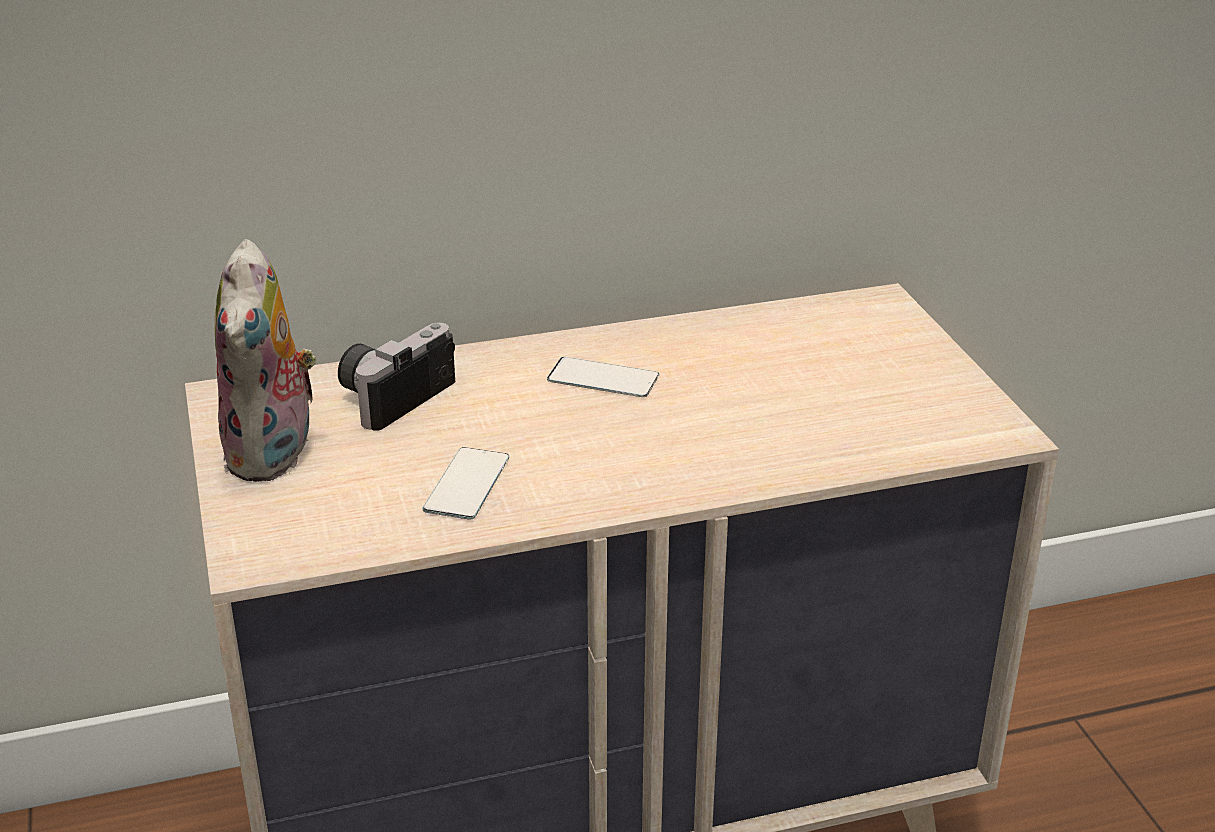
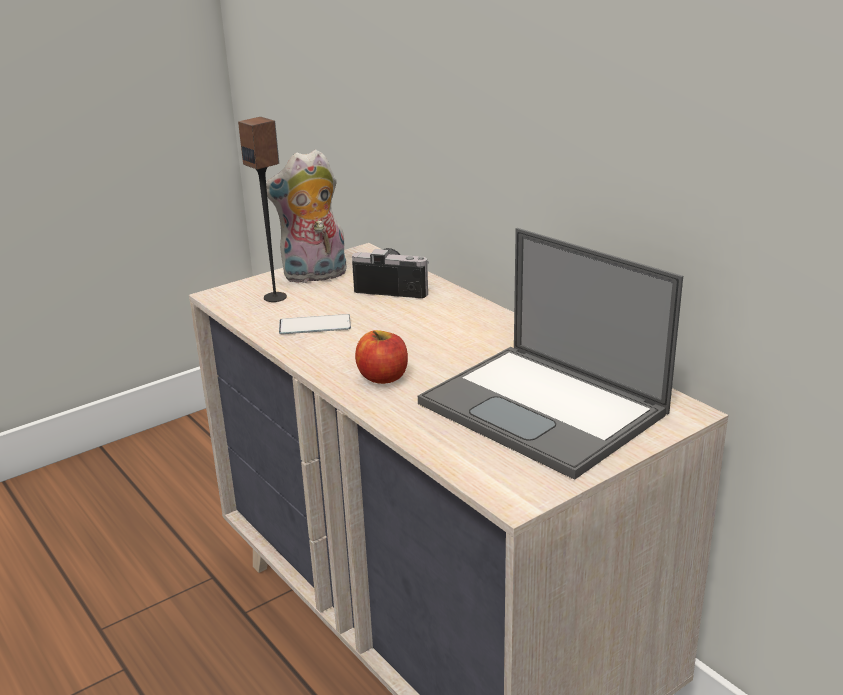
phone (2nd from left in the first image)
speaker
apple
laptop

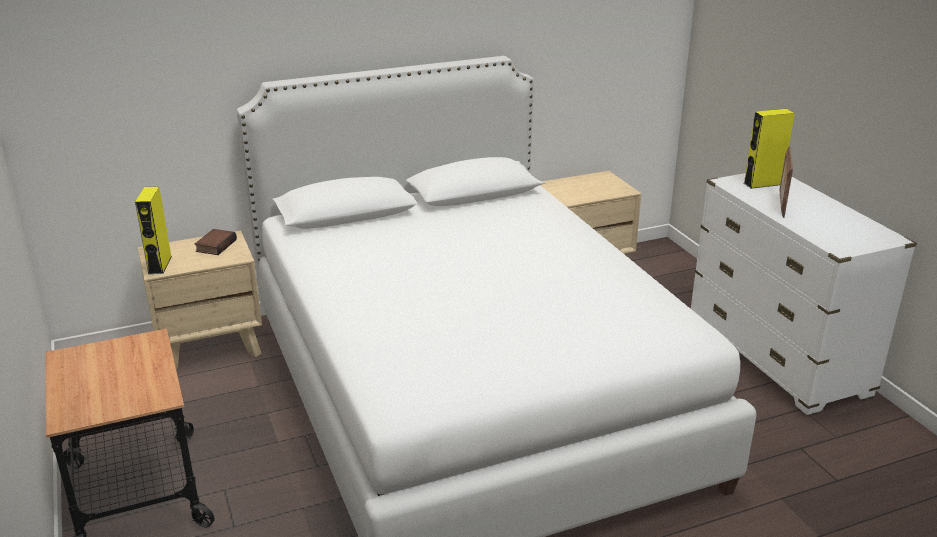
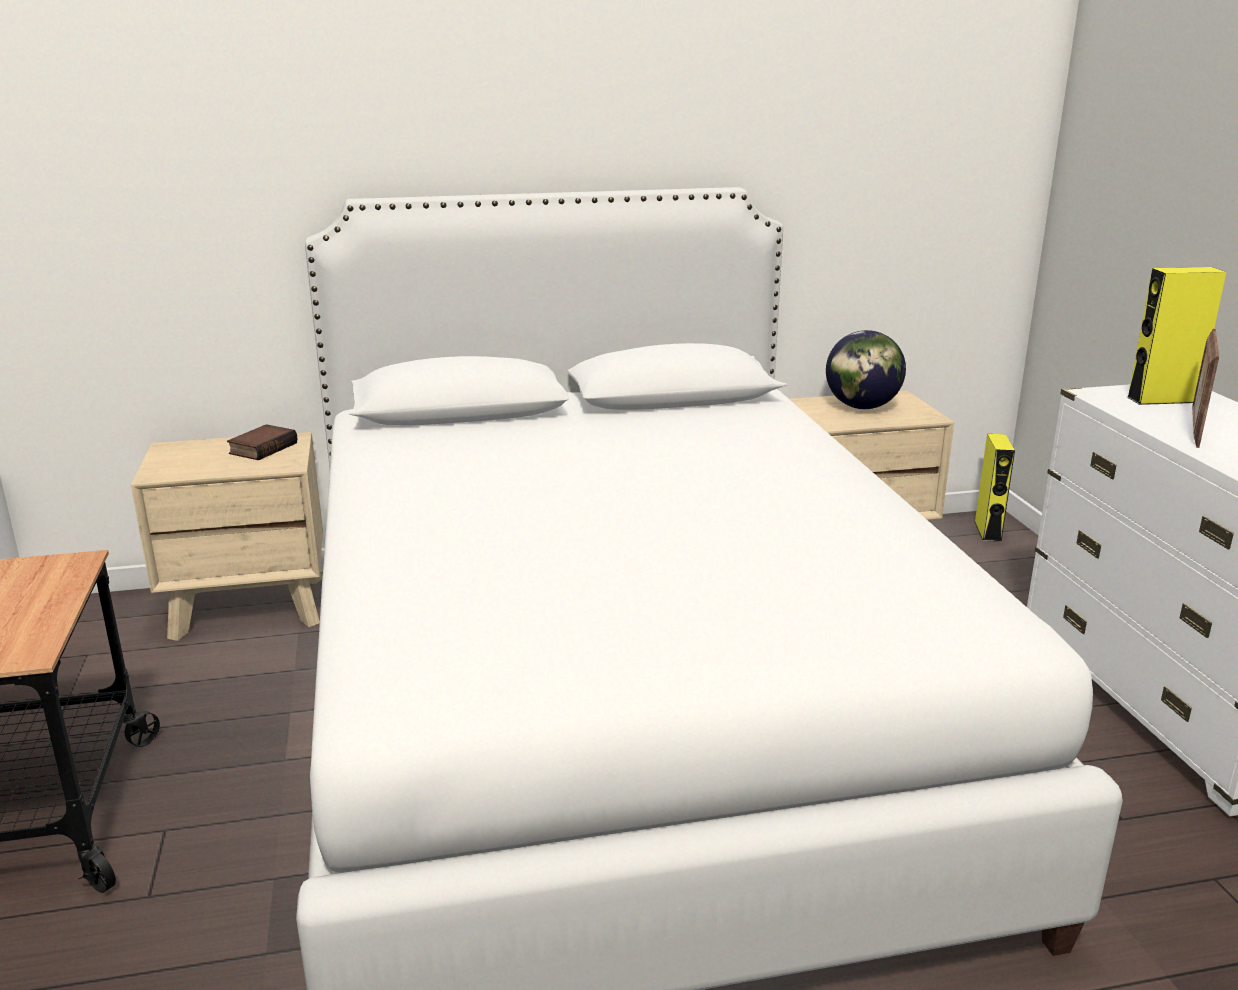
globe
yellow speaker (1st from left)

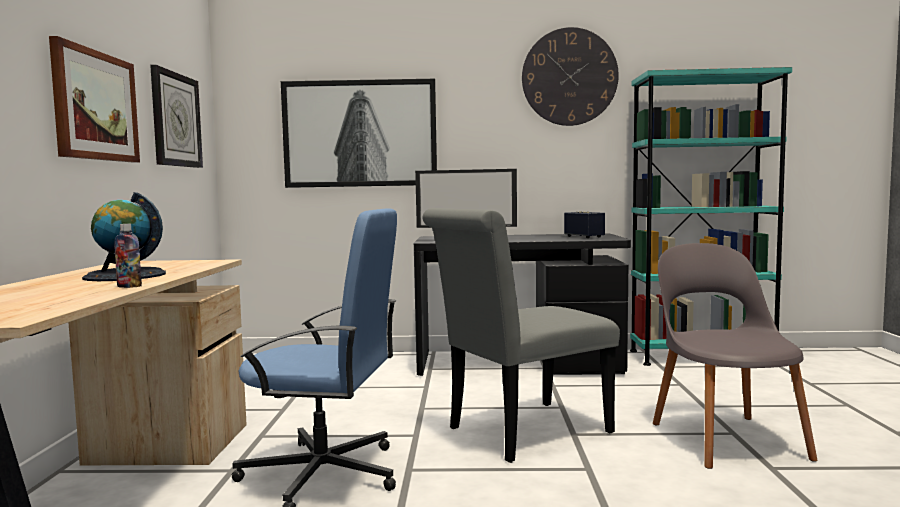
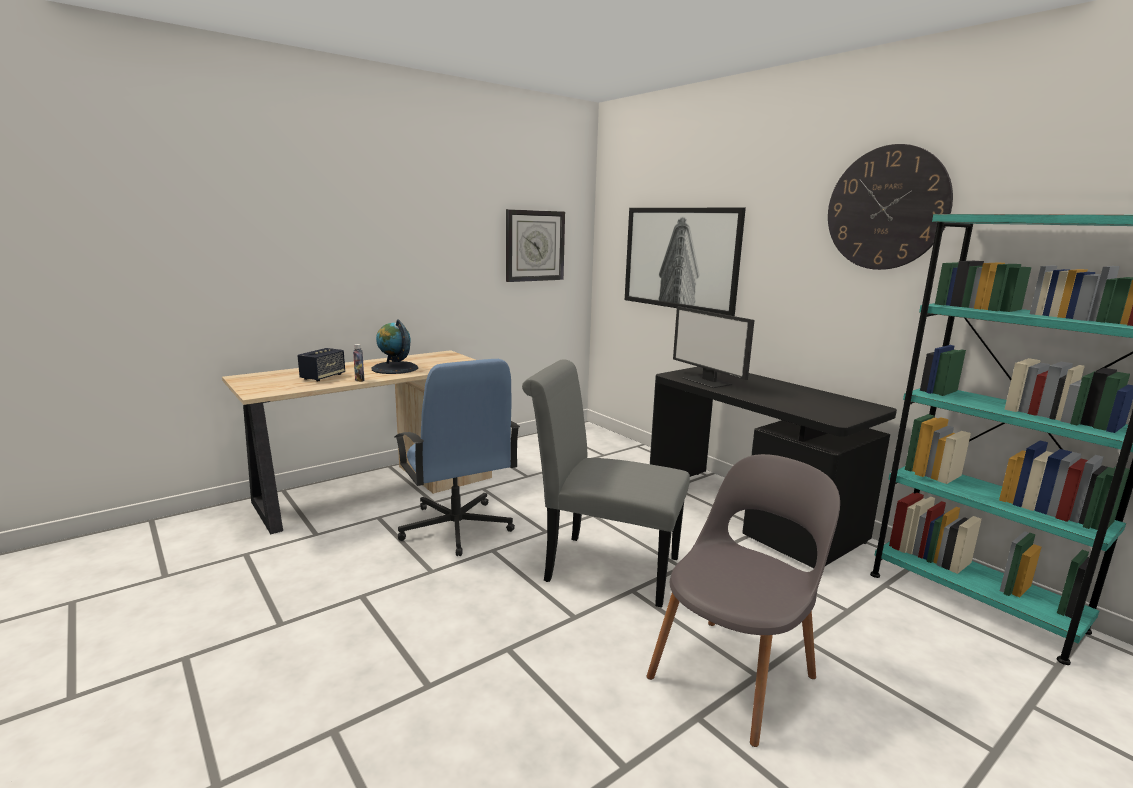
picture (1st from left in the first image)
speaker

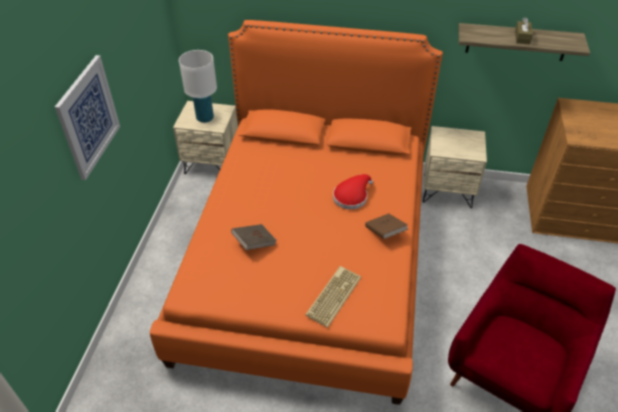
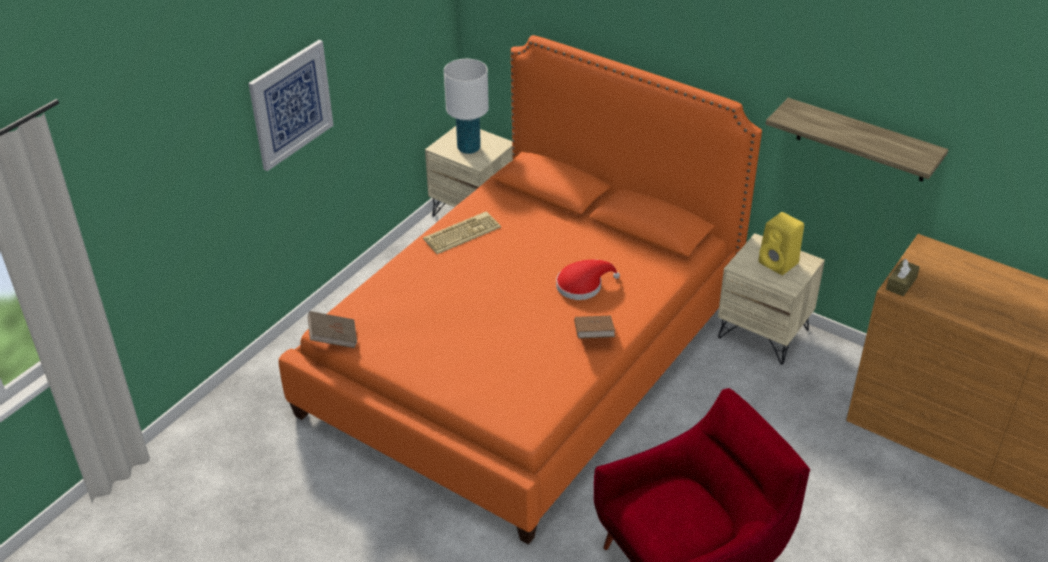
yellow speaker
brown book (1st from left)
keyboard
brown tissue box

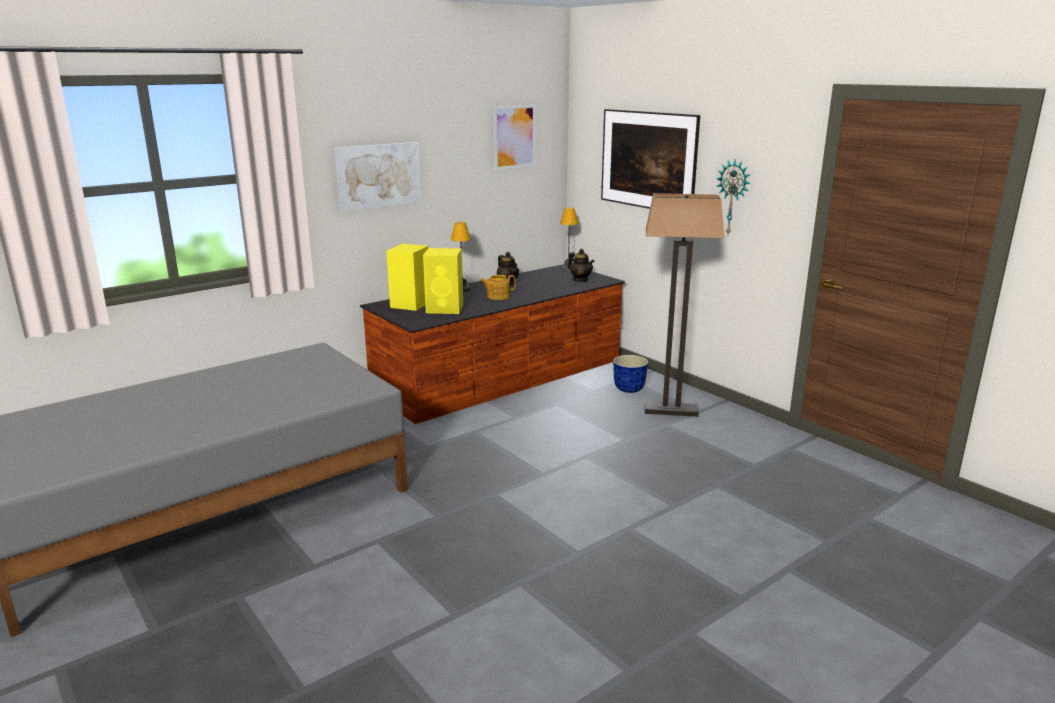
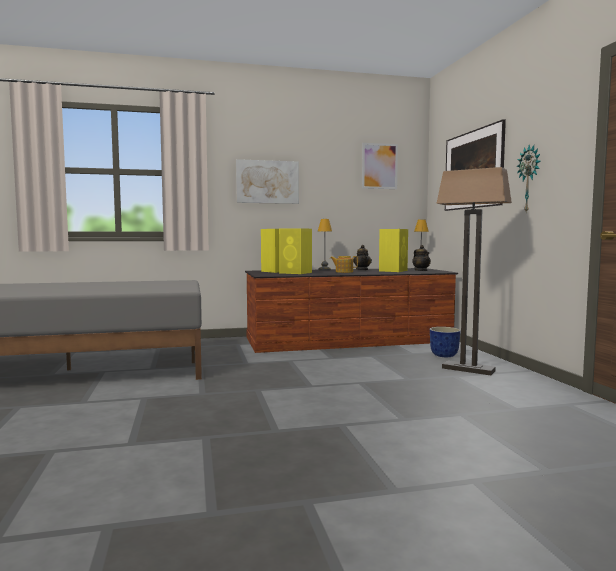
yellow speaker (3rd from left)

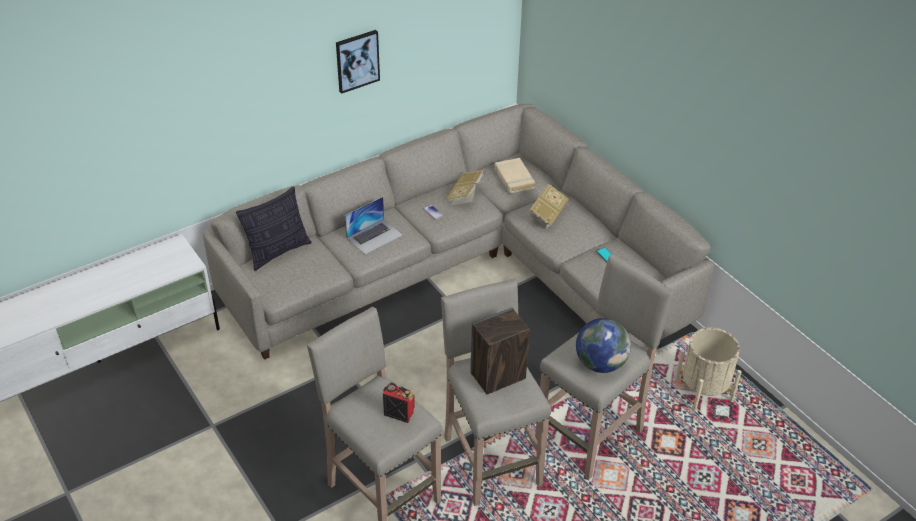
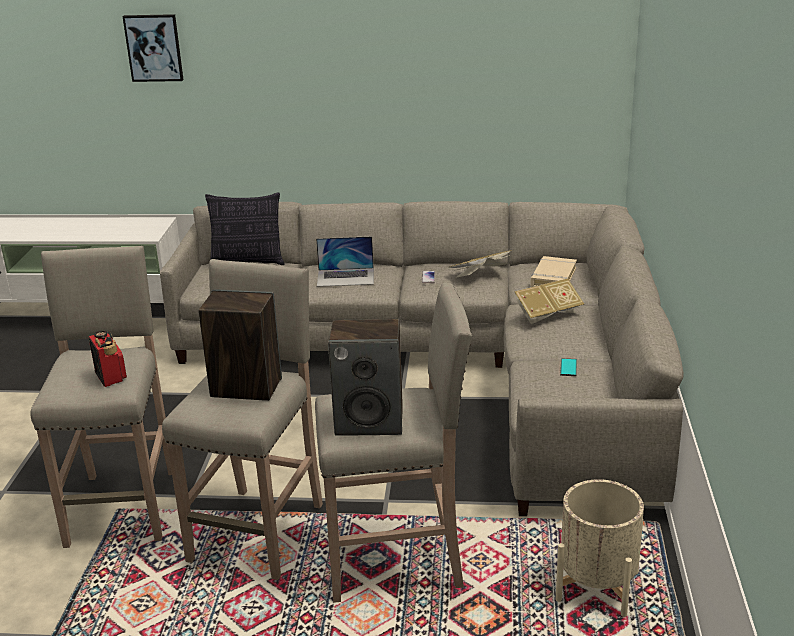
picture
speaker (2nd from left)

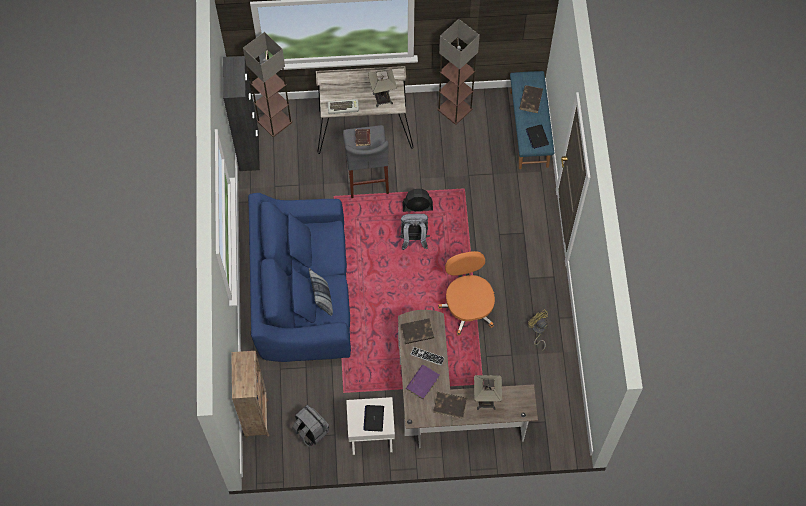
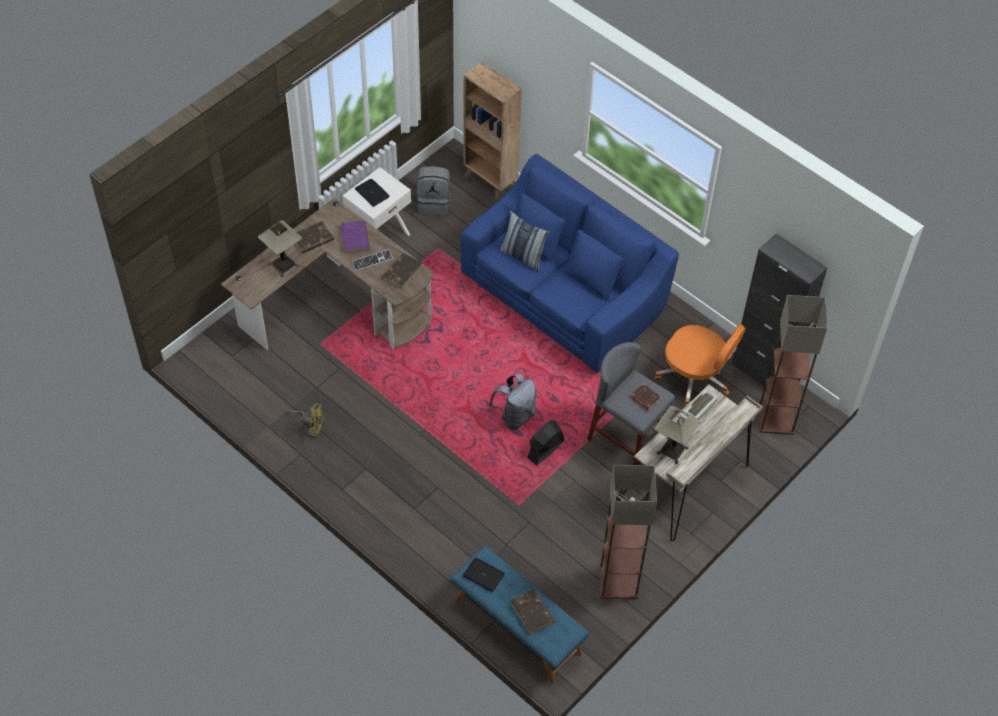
orange office chair

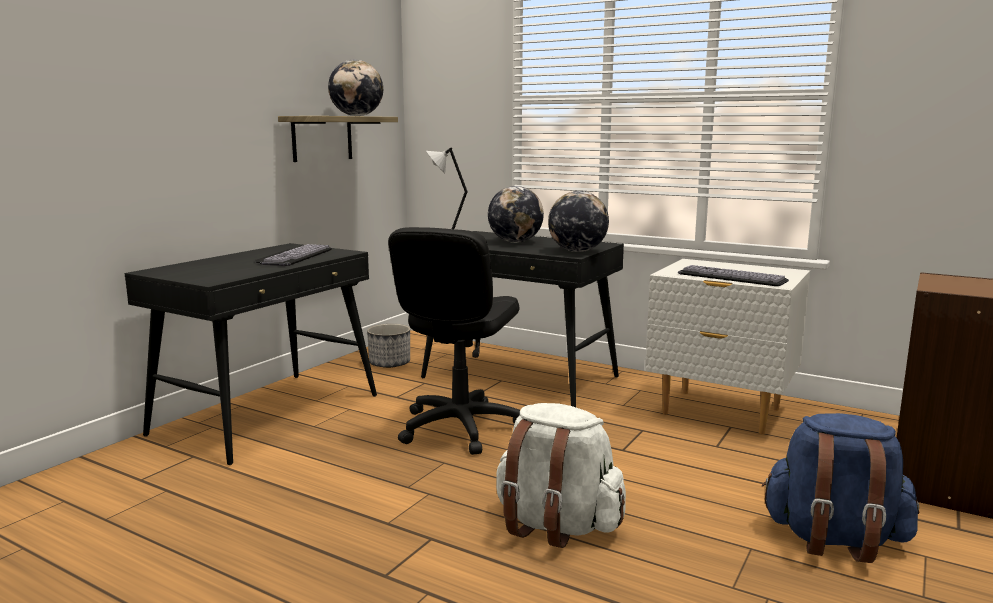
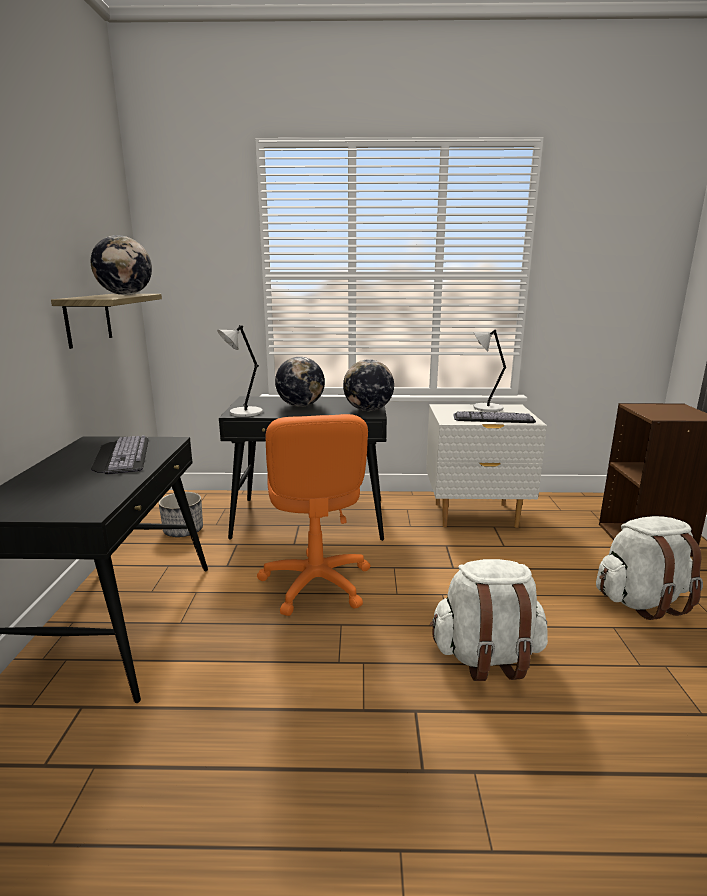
grey table lamp (2nd from left)
orange office chair
white backpack (2nd from left)

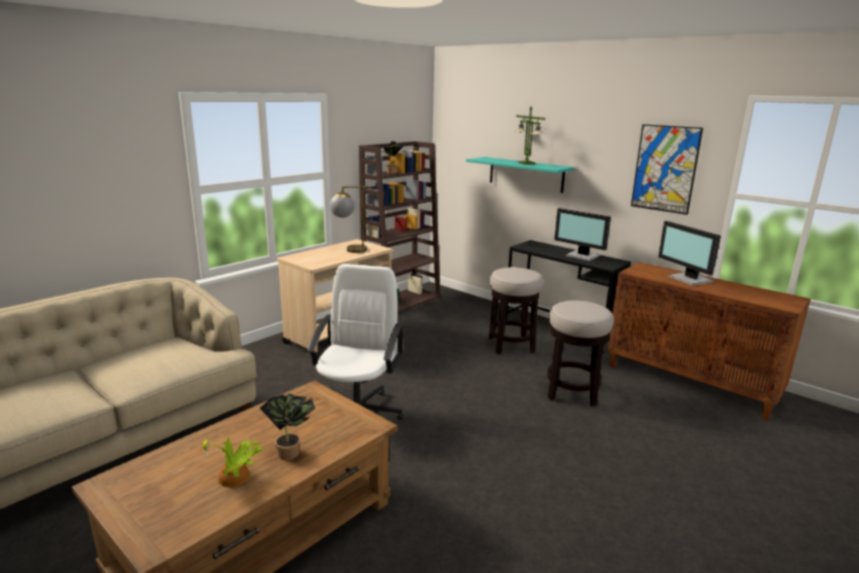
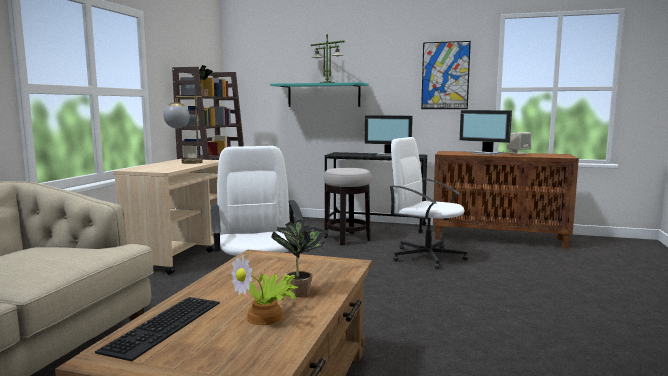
keyboard
beige speaker
white office chair (2nd from left)

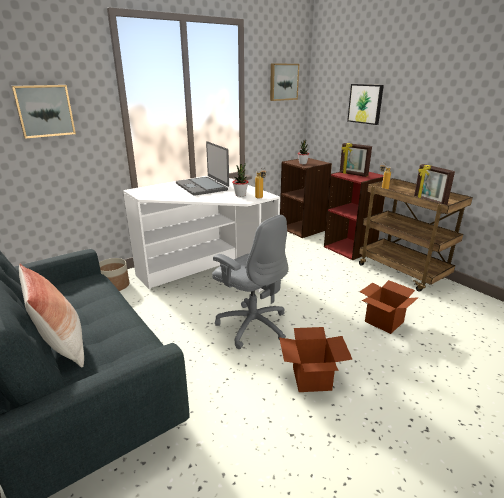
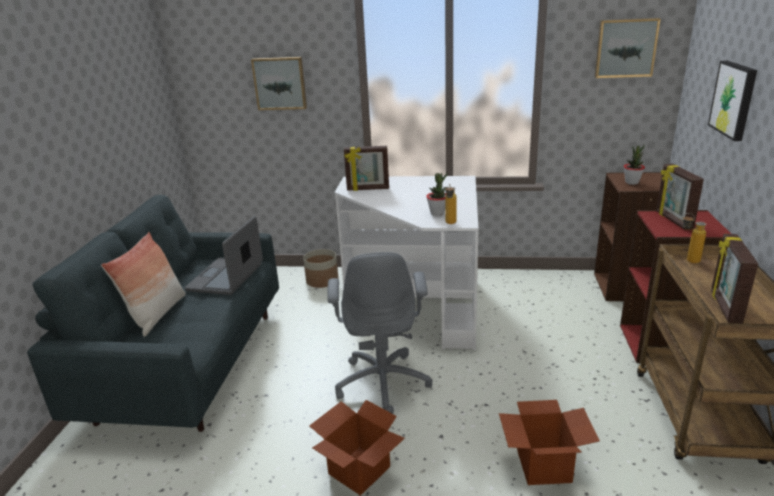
picture frame (1st from left)
laptop

